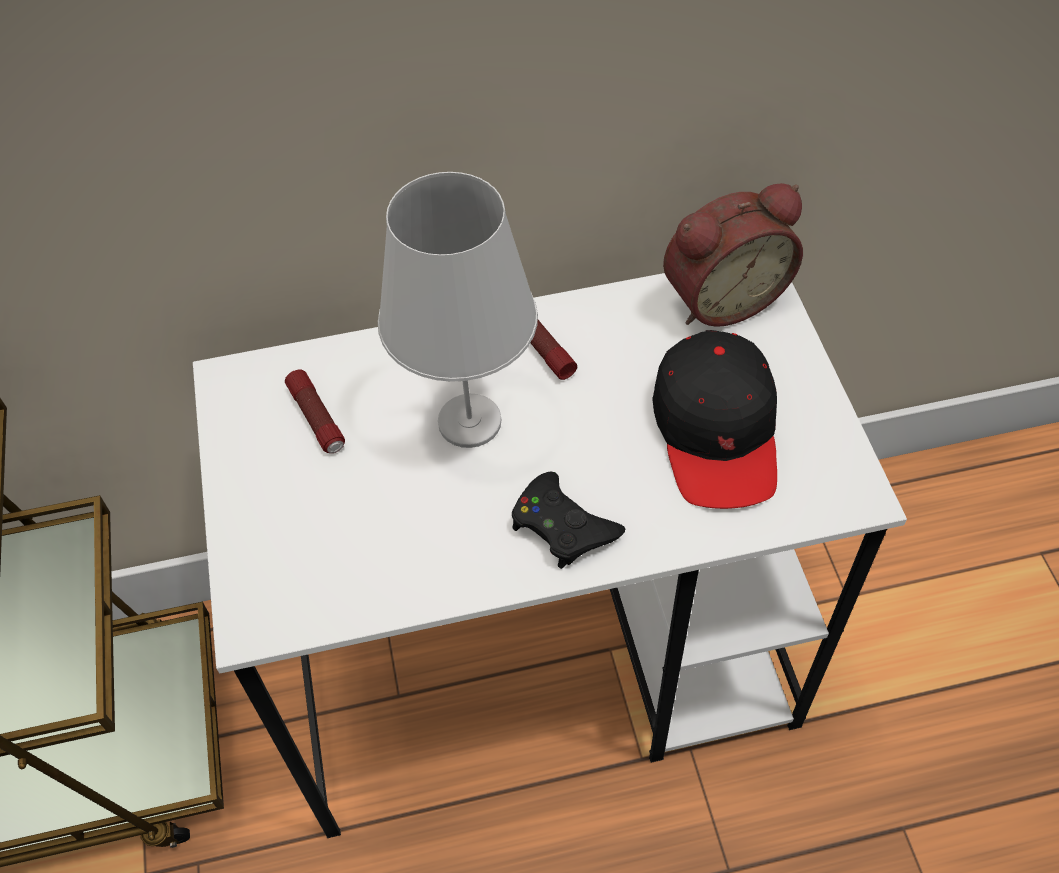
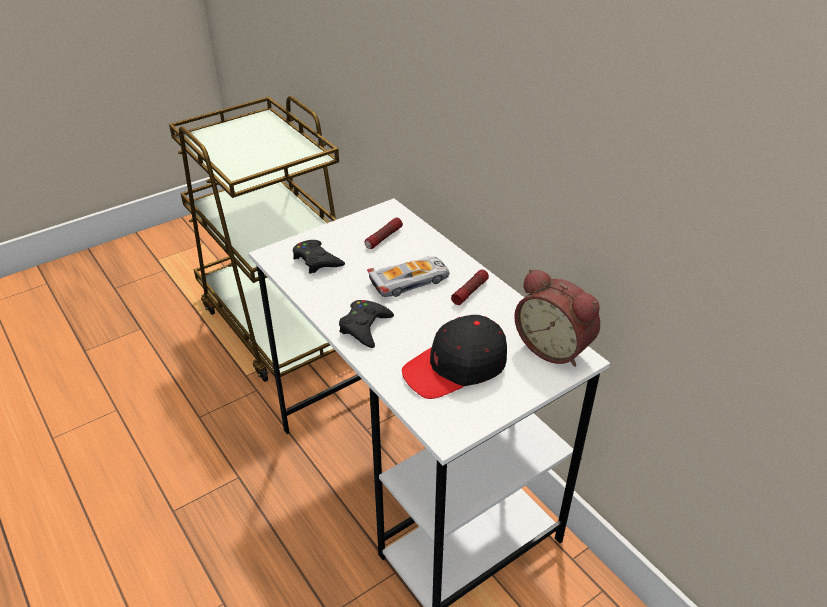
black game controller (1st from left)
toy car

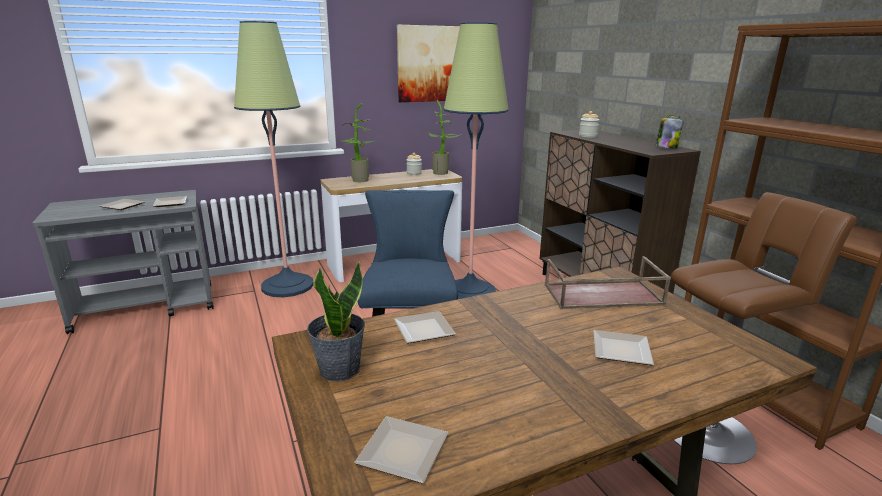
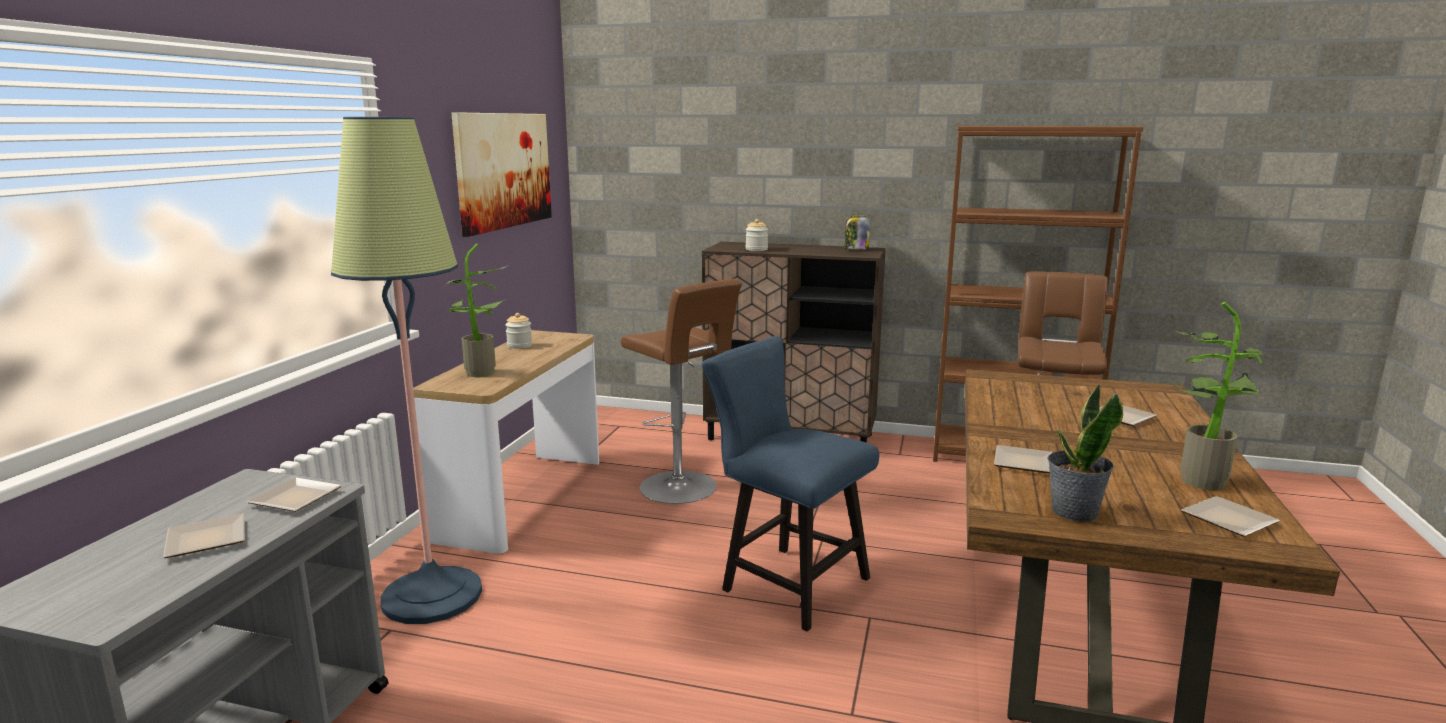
brown tray
potted plant (3rd from left)
brown stool (1st from left)

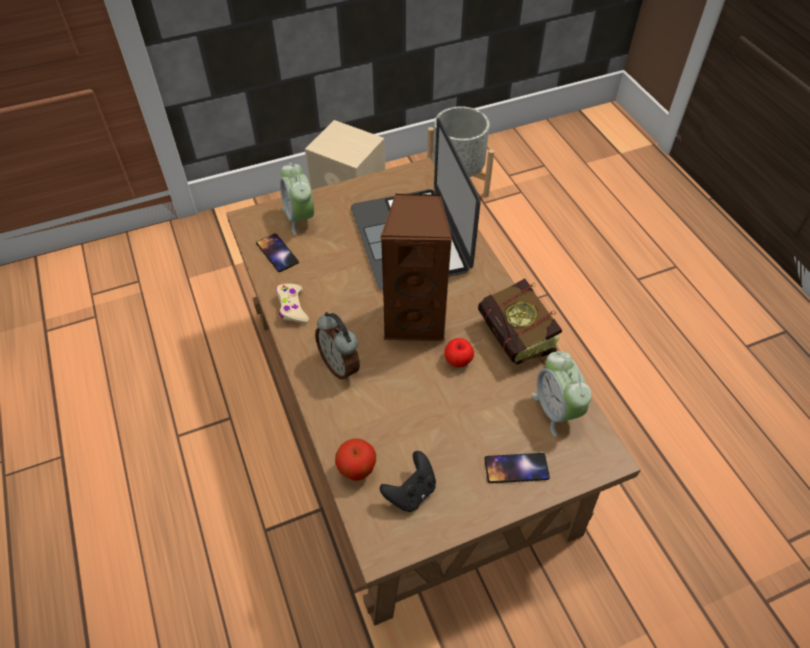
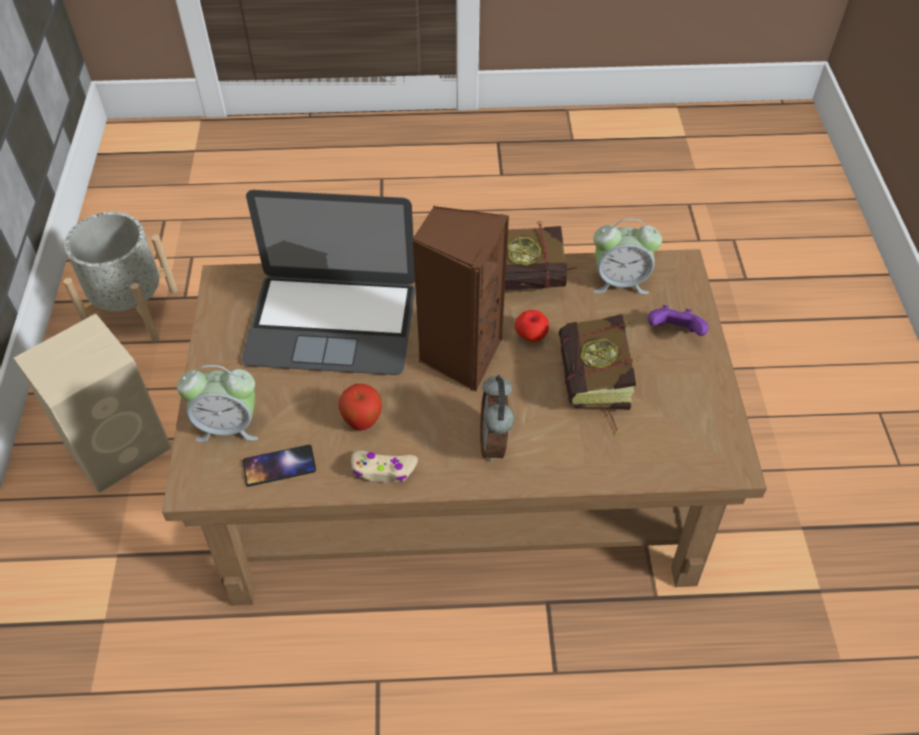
black game controller
book (2nd from left)
apple (1st from left)
purple game controller
alarm clock (2nd from left)

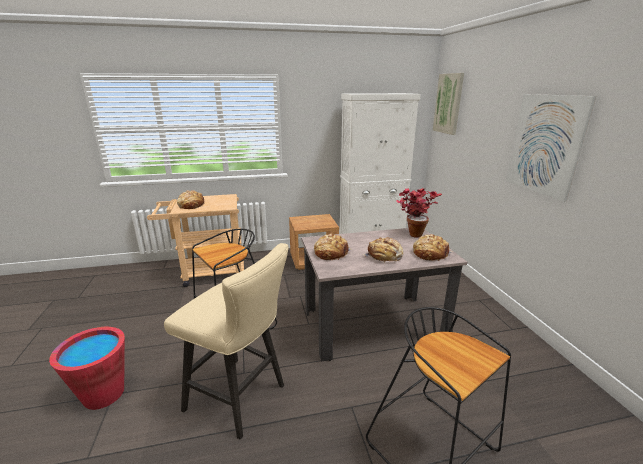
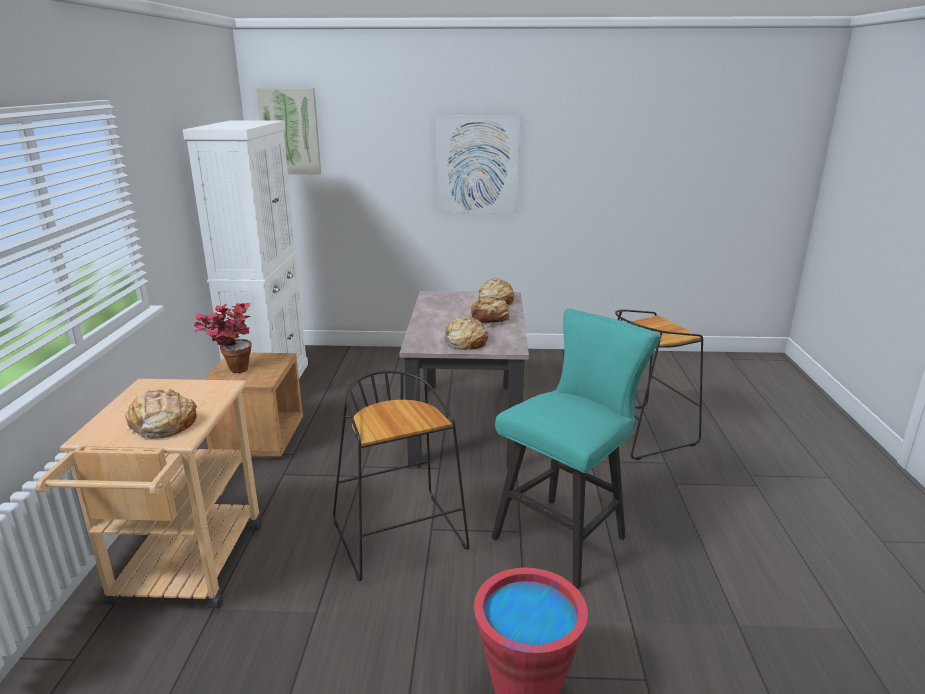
potted plant
turquoise stool

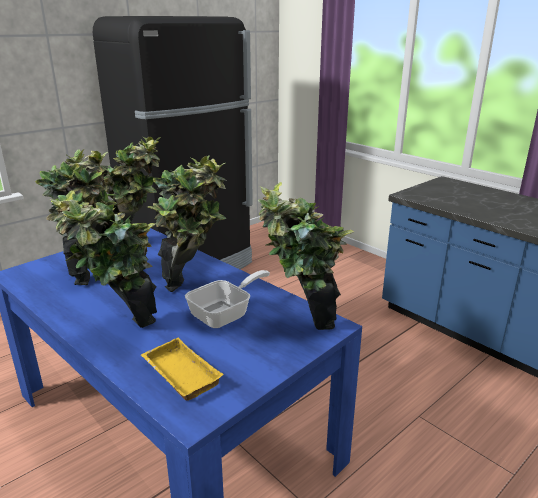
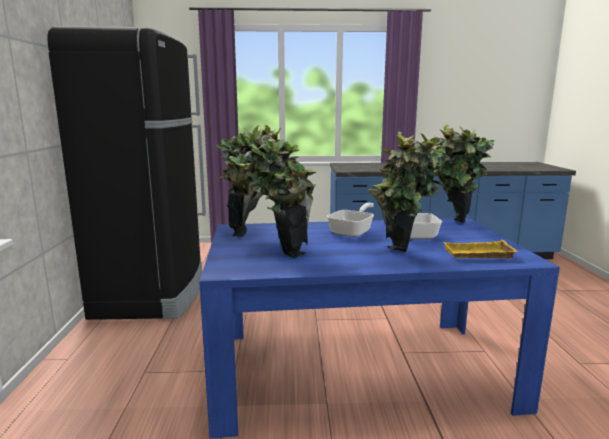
frying pan (1st from left)

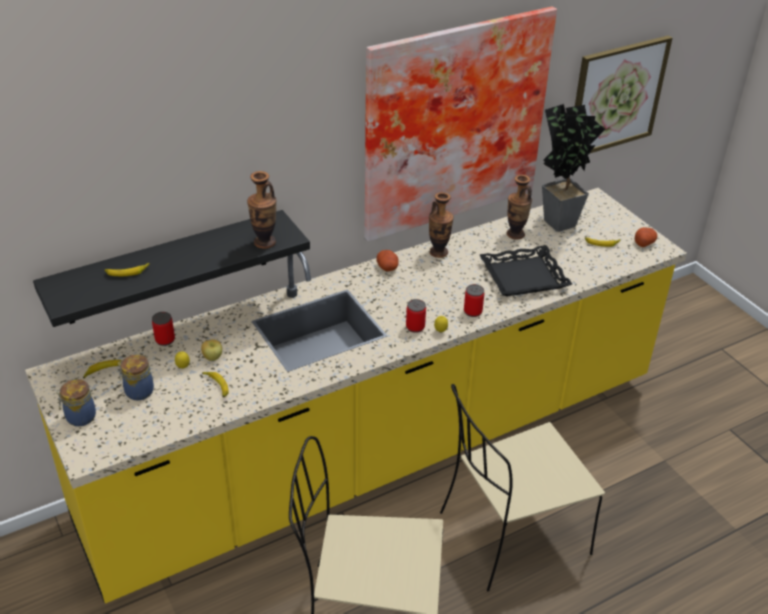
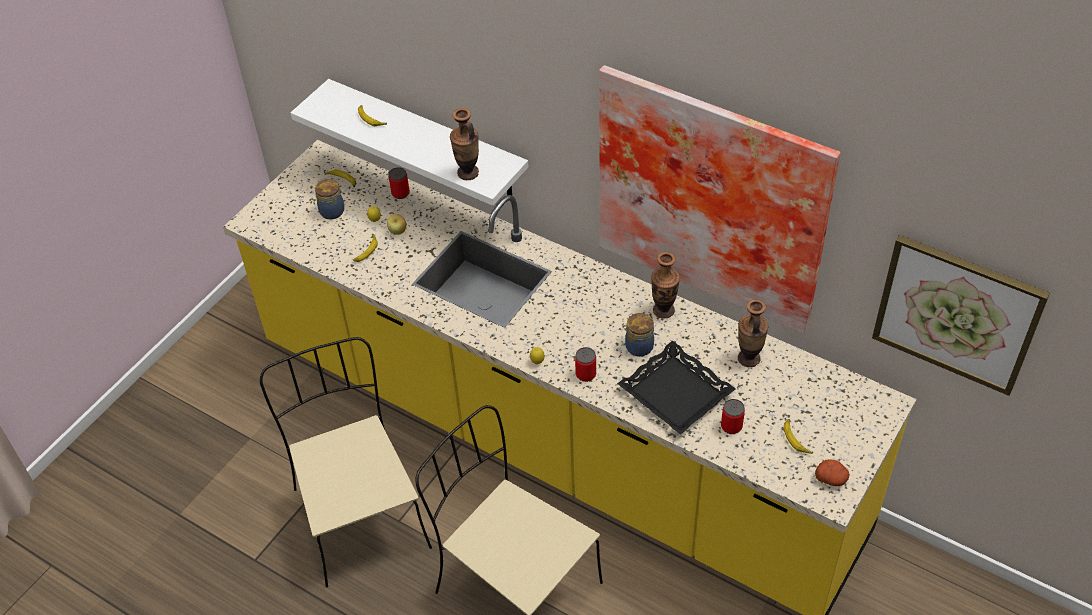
potato (1st from left in the first image)
potted plant
jar (2nd from left)
can (3rd from left)
white shelf

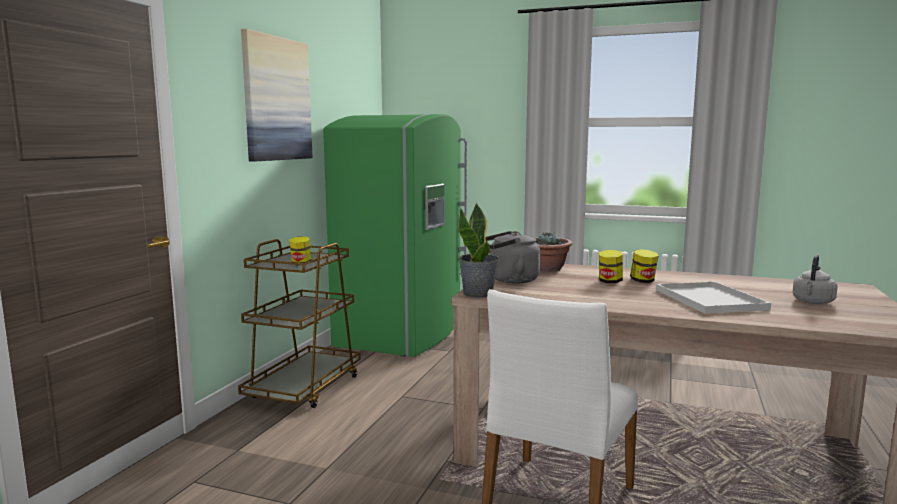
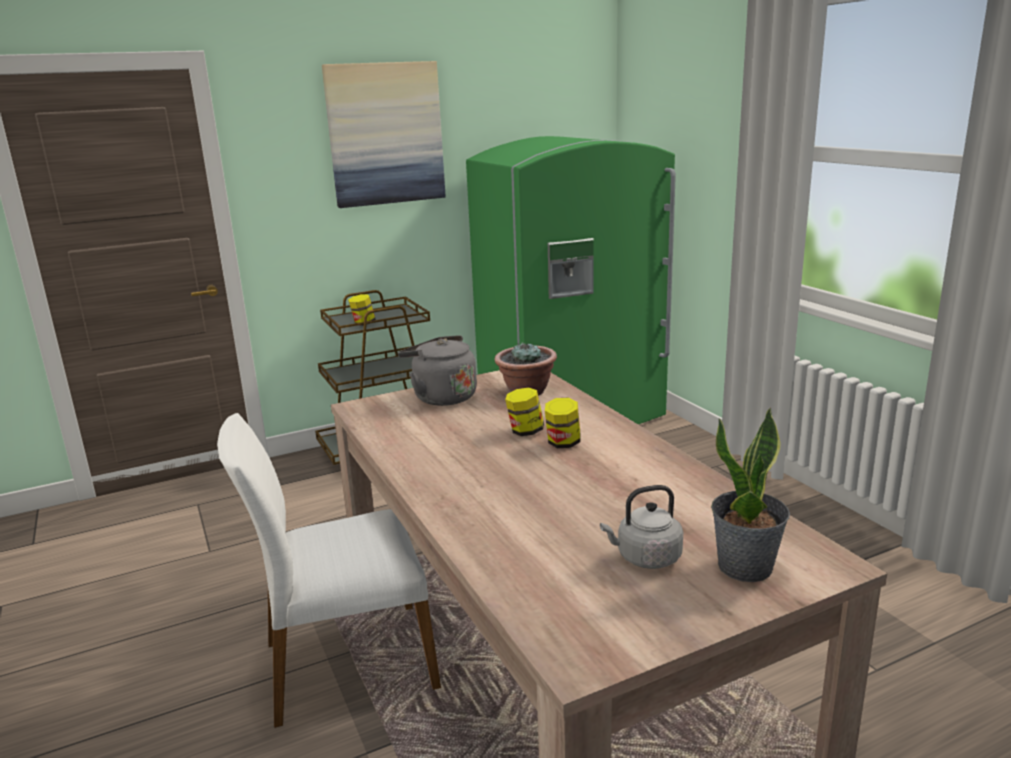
white tray
potted plant (2nd from left)

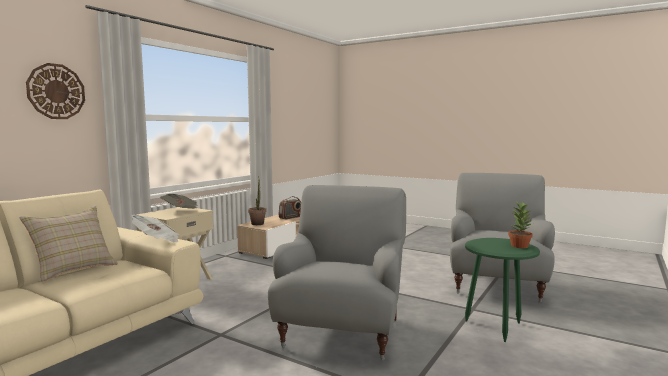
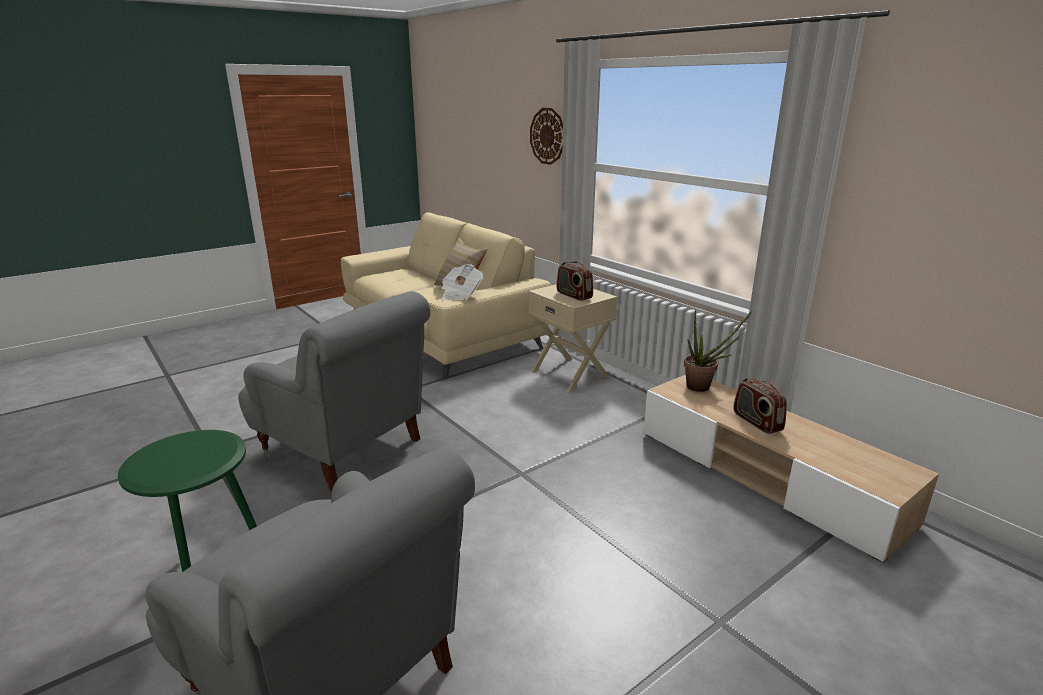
potted plant (2nd from left in the first image)
radio (1st from left)

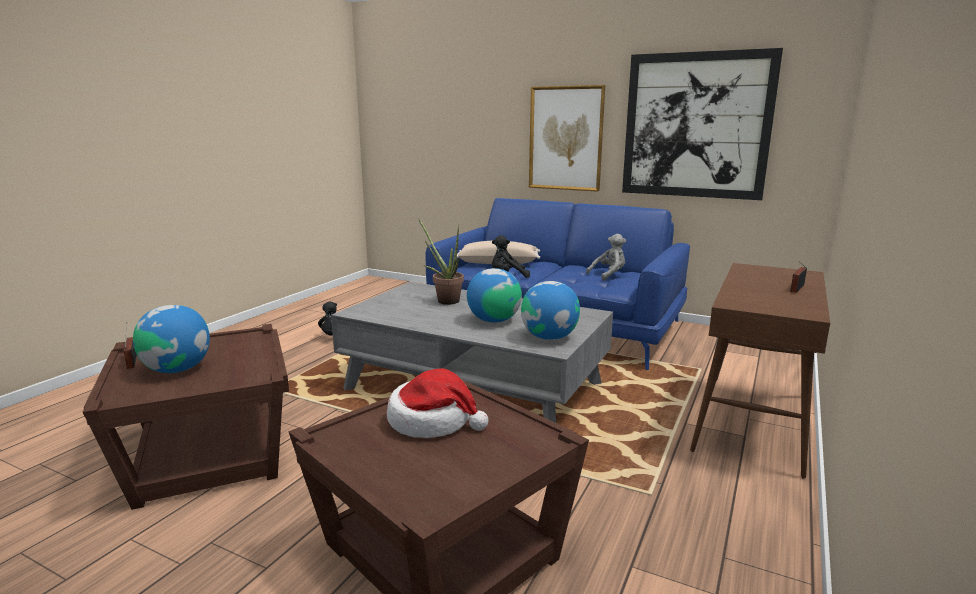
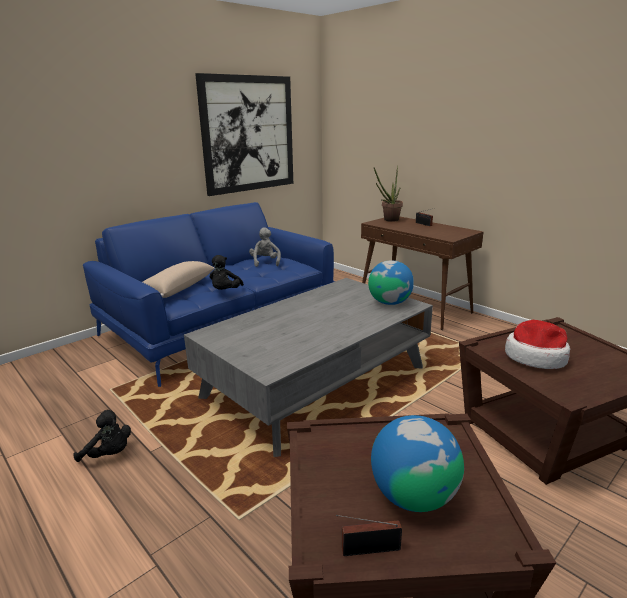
globe (2nd from left in the first image)
picture (1st from left in the first image)
potted plant

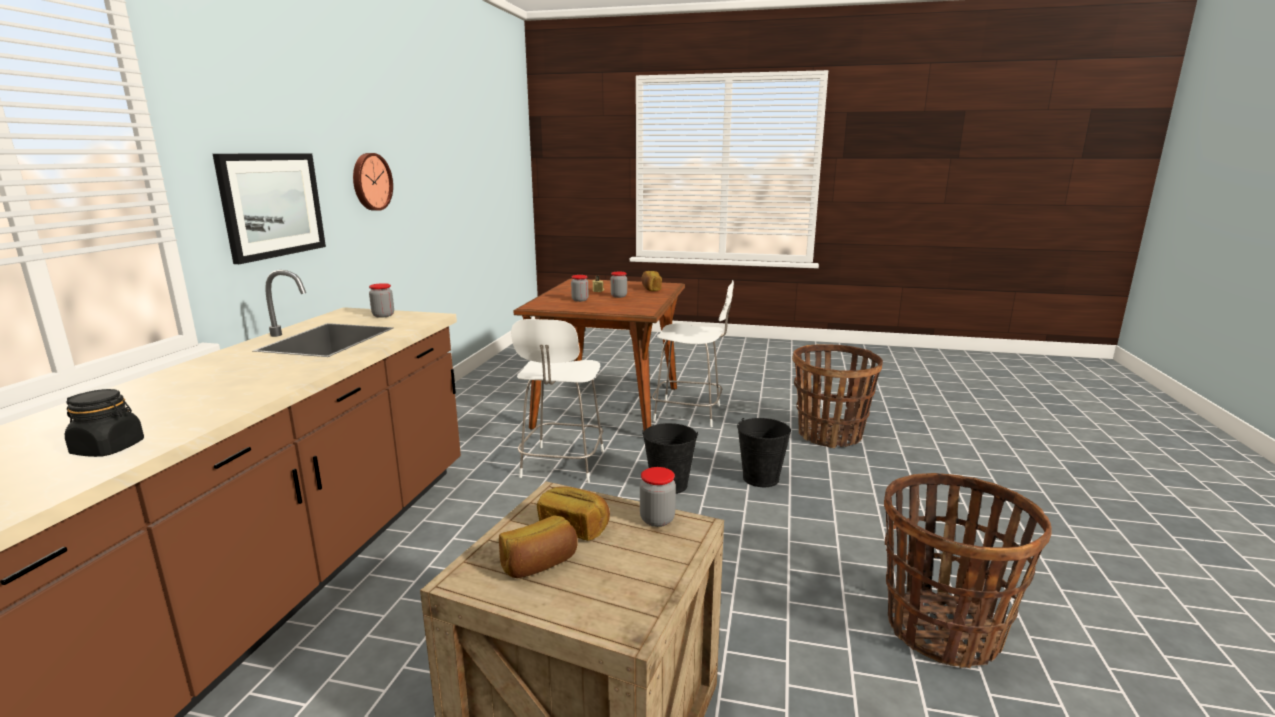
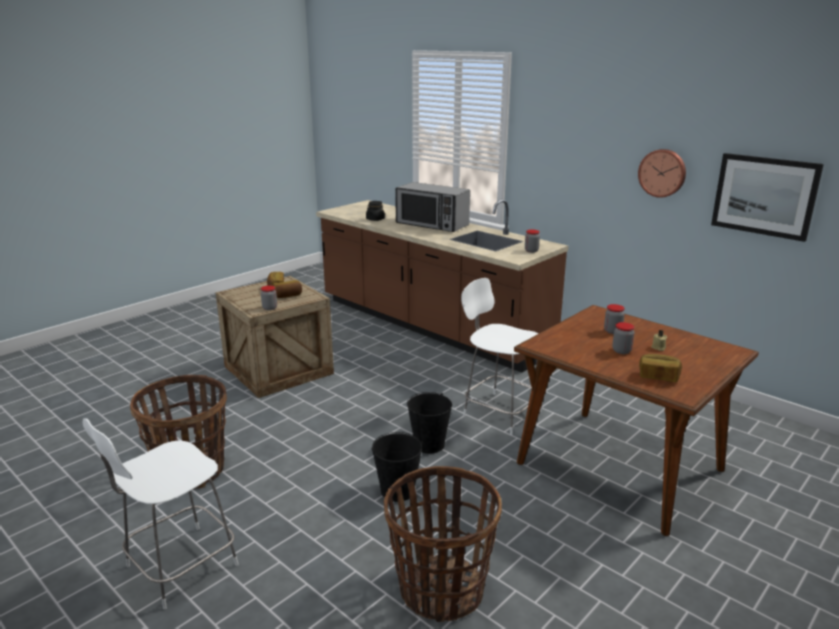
microwave
picture
white chair (1st from left)

